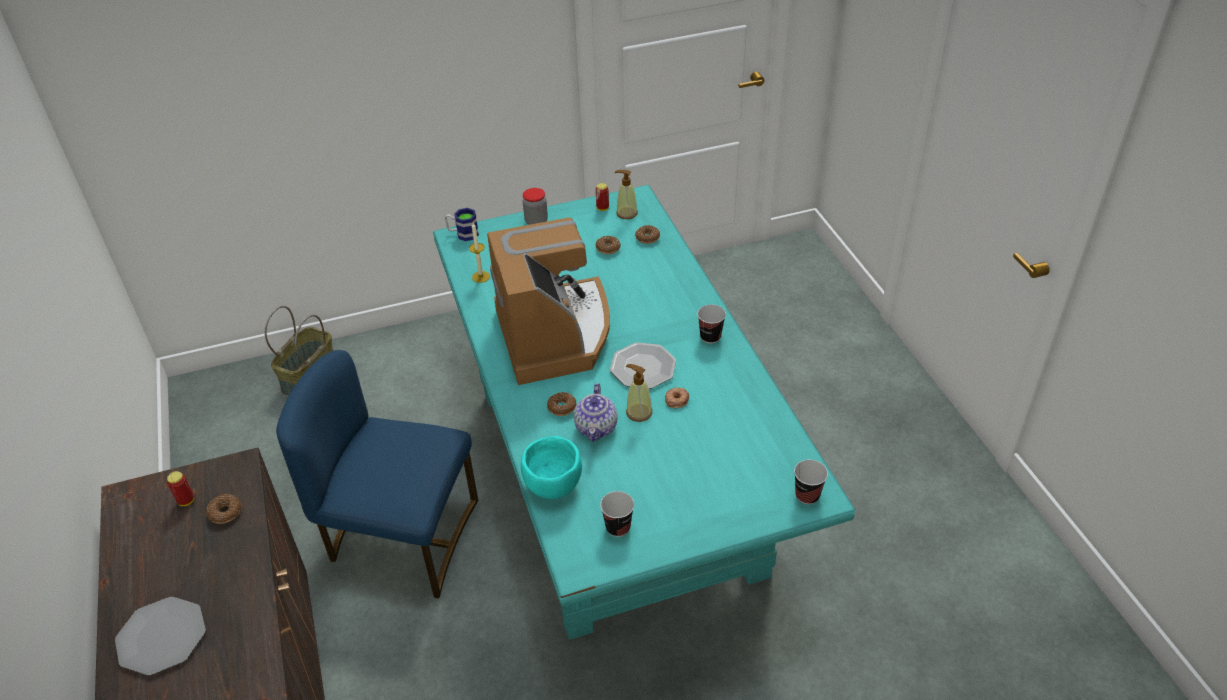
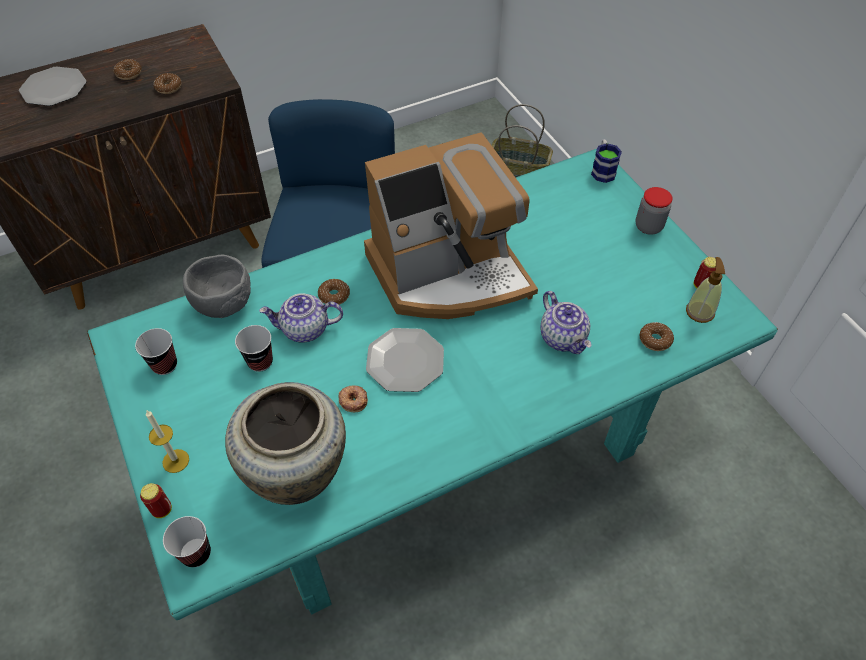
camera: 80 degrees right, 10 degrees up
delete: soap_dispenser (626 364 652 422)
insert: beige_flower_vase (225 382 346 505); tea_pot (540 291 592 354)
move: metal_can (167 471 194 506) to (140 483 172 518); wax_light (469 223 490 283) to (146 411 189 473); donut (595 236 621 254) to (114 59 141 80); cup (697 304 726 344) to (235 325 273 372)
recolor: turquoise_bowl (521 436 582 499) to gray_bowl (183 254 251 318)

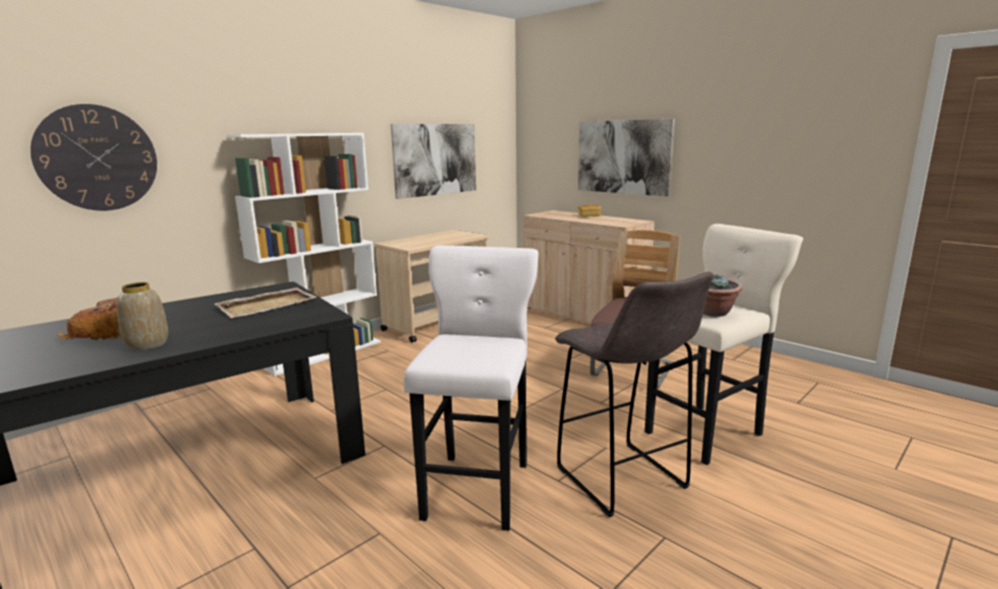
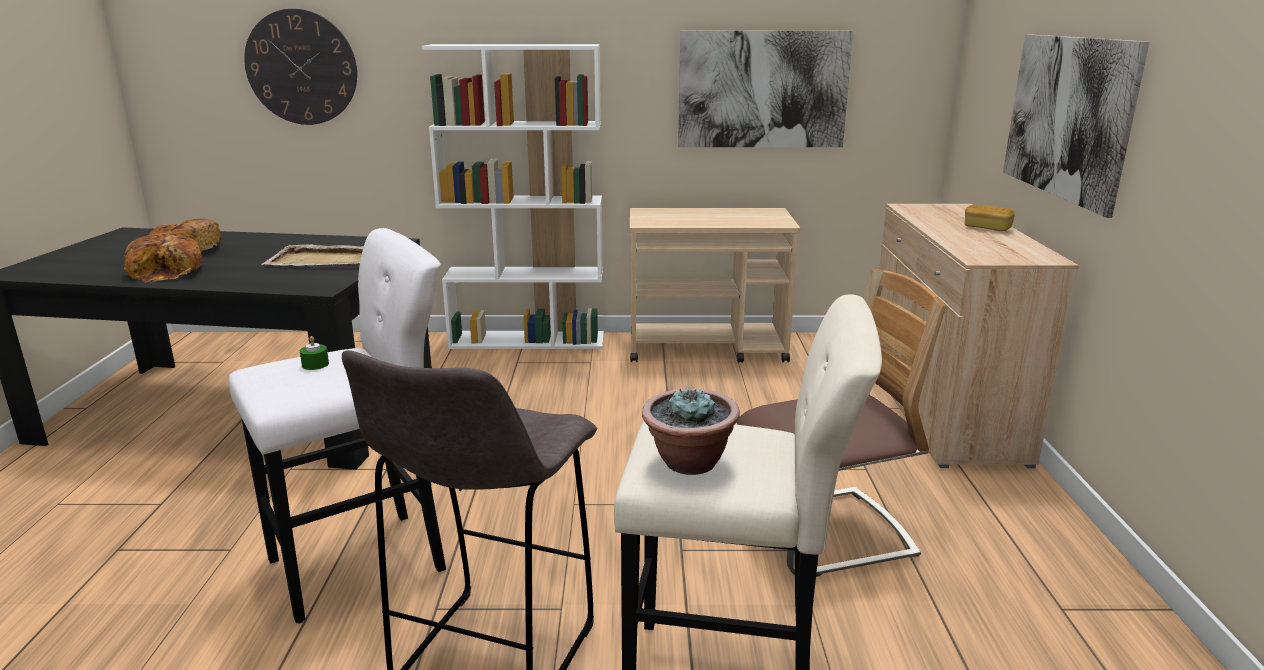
camera: 45 degrees right, 5 degrees up
insert: greenish_wax_light (300 336 329 370)
replace: flower_vase (117 282 168 351) to bakery_bread (124 233 203 283)

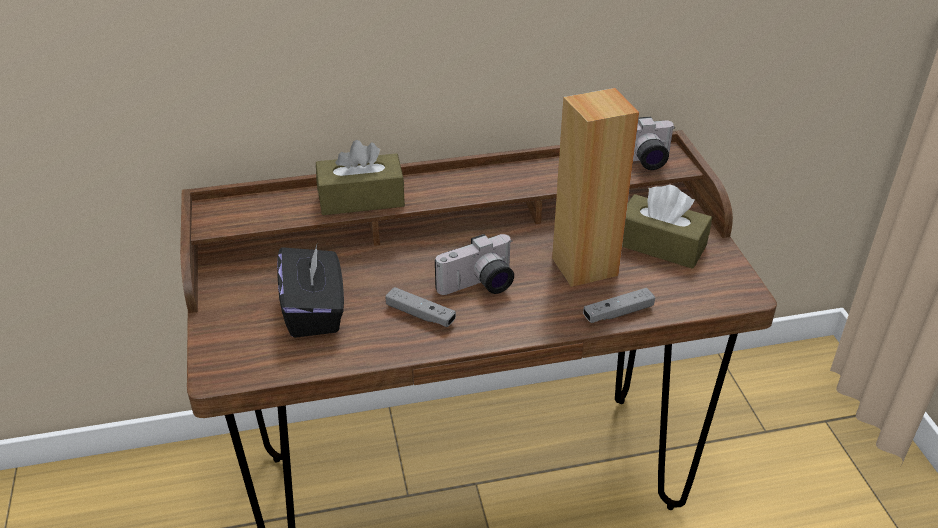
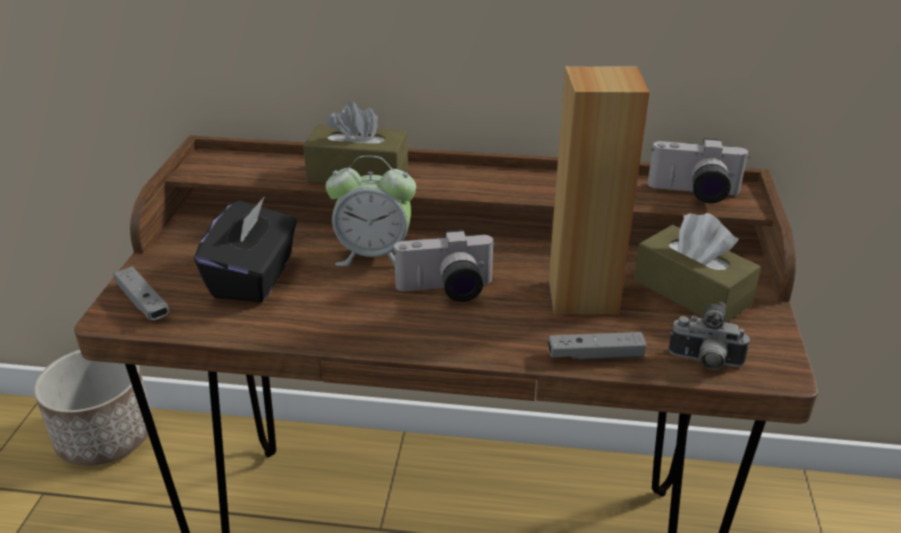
camera: 20 degrees right, 5 degrees down
insert: flower_pot (34 350 153 466); table_clock (326 156 416 267); photo_camera (669 302 750 370)
move: gray_gamepad (386 287 456 327) to (114 267 170 321)

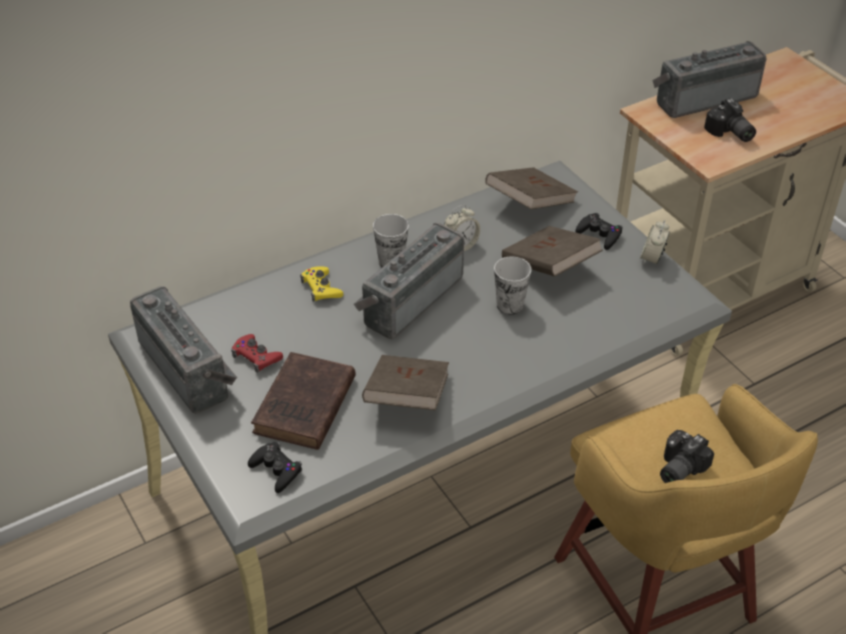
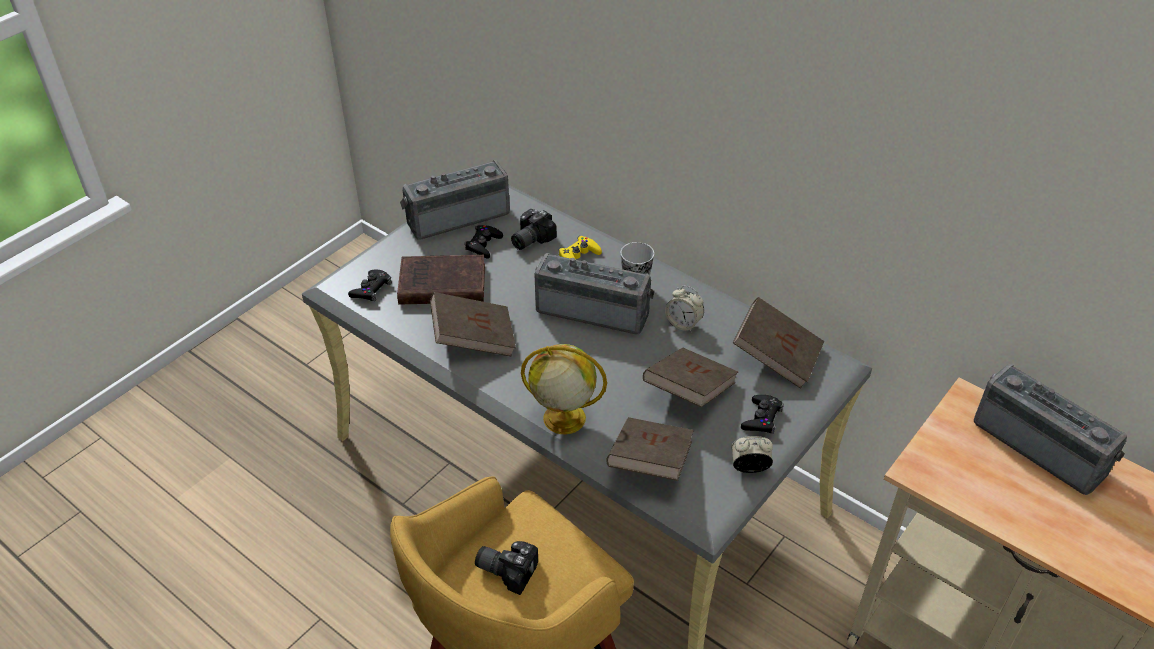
camera: 70 degrees right, 0 degrees up
delete: cup (494 256 531 315)
insert: globe (521 344 607 434); brown-coloured_bound_book (606 417 694 481)
move: photo_camera (704 98 756 142) to (511 209 557 250)
recolor: red-coloured_gamepad (231 334 283 373) to black-coloured_gamepad (464 225 503 259)
rotate: radio_set (130 286 237 414) = (400 160 510 240) 150 degrees counterclockwise

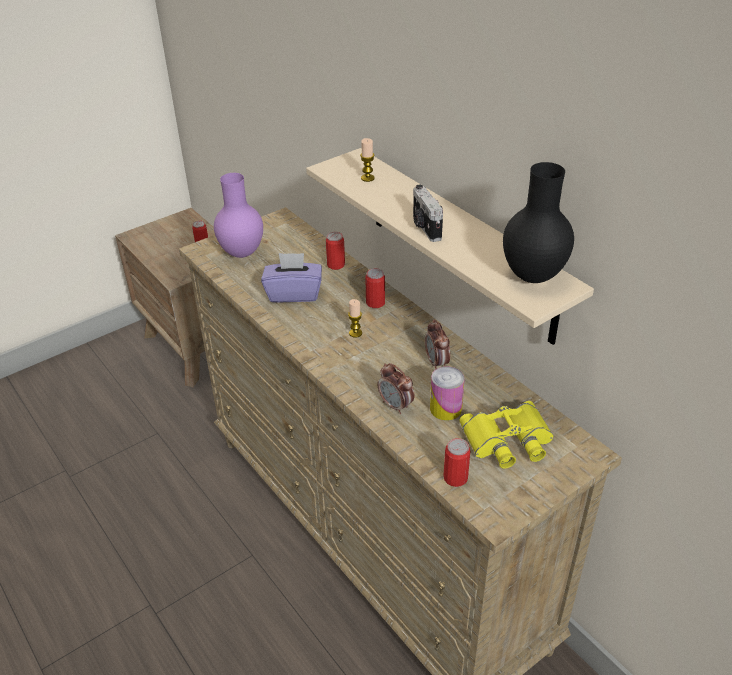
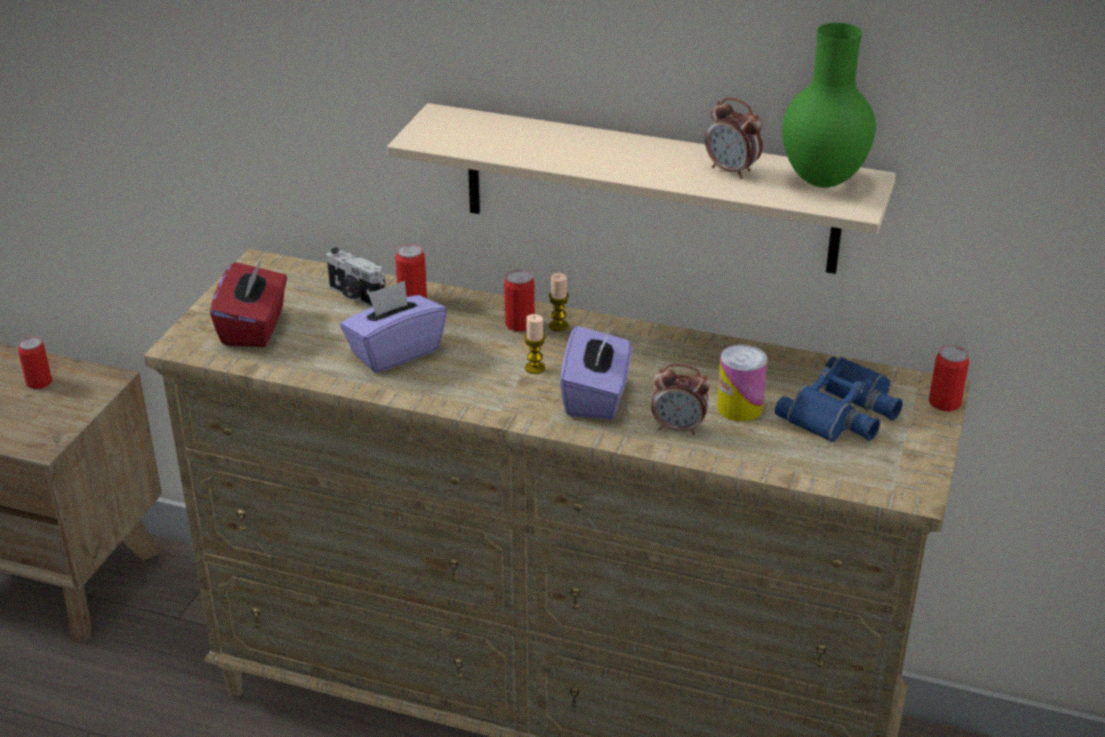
camera: 35 degrees left, 5 degrees down
insert: purple_tissue_box (560 325 632 420)
move: wax_light (360 138 375 182) to (549 273 569 332); photo_camera (413 185 443 242) to (326 247 385 308); table_clock (425 319 450 370) to (705 97 763 179); metal_can (443 438 470 487) to (929 345 969 412)
replace: purple_flower_vase (214 173 263 258) to red-coloured_tissue_box (210 259 287 347)
recolor: yellow-coloured_field_glasses (459 401 553 469) to blue-coloured_field_glasses (775 357 903 442); black-coloured_flower_vase (503 162 574 283) to greenish_flower_vase (782 23 876 187)

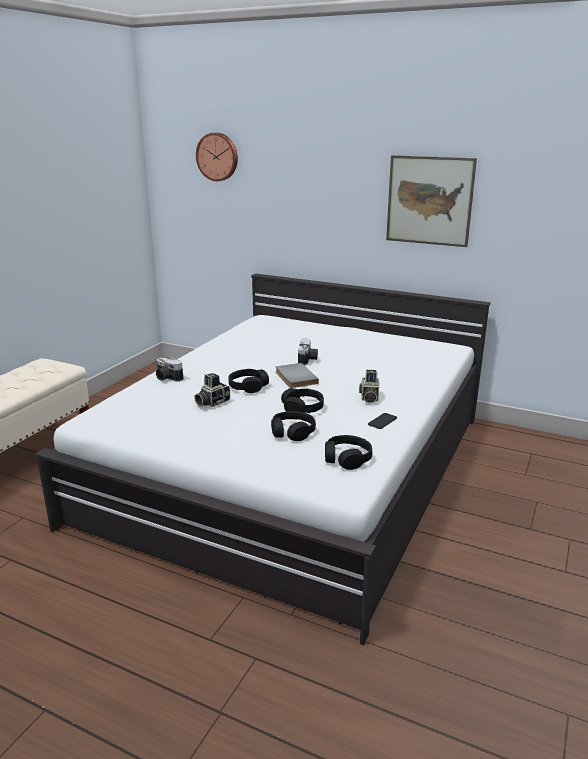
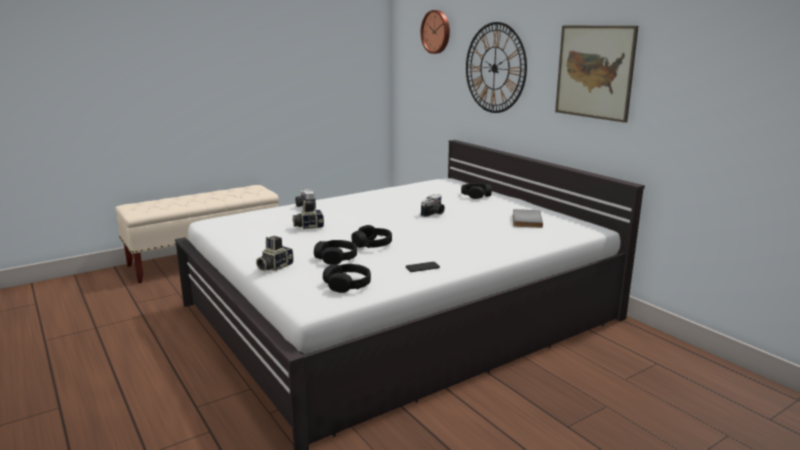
camera: 30 degrees right, 5 degrees down
insert: hanging_clock (466 22 527 113)
move: black-coloured_headphones (228 369 269 393) to (461 183 492 199); gray_bound_book (276 363 319 388) to (513 209 543 228); photo_camera (359 370 380 403) to (256 236 293 271)

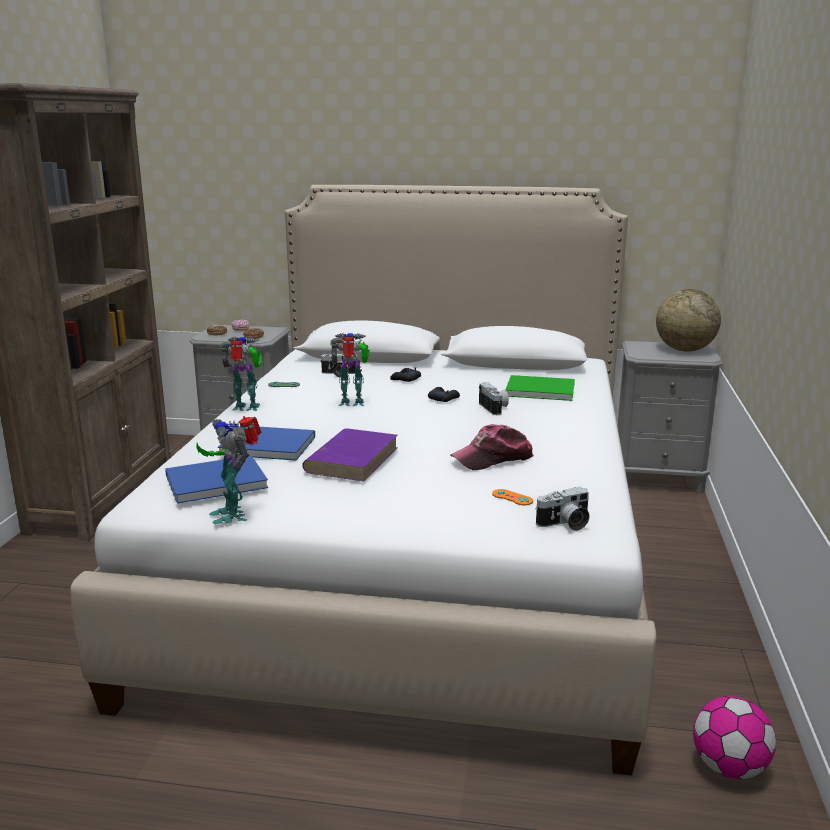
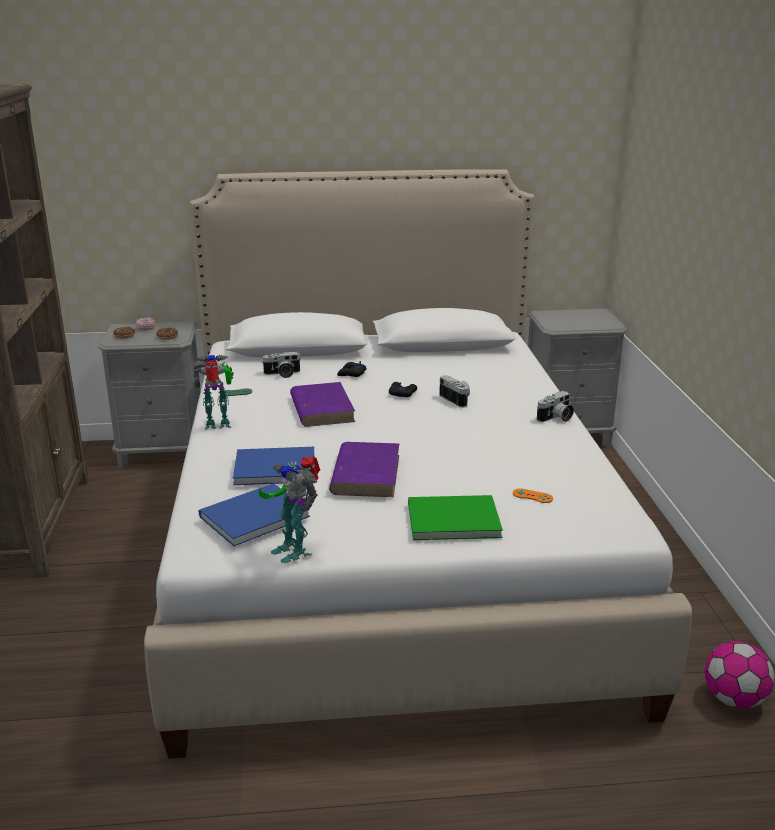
camera: 15 degrees left, 5 degrees up
delete: cap (450 424 534 470); globe (656 289 721 351)
move: greenish_bound_book (505 375 575 401) to (408 495 503 540); photo_camera (536 487 589 531) to (537 391 574 422)
replace: robot_figure (330 333 369 406) to purple_bound_book (290 382 355 427)

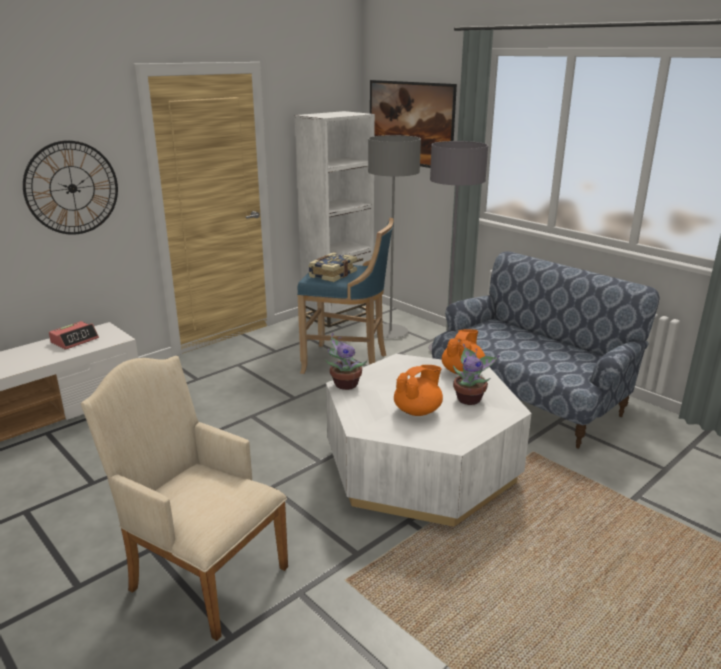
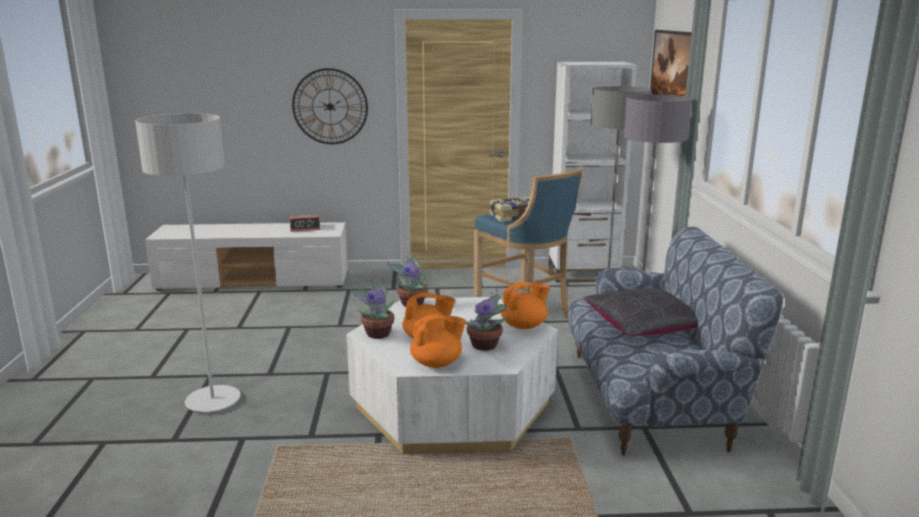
camera: 40 degrees right, 5 degrees down
insert: houseplant (350 278 394 339); orangey_tea_pot (410 315 466 368); black-coloured_pillow (584 287 698 336)
replace: beige_easy_chair (81 356 288 641) to gray_standing_lamp (135 114 240 412)

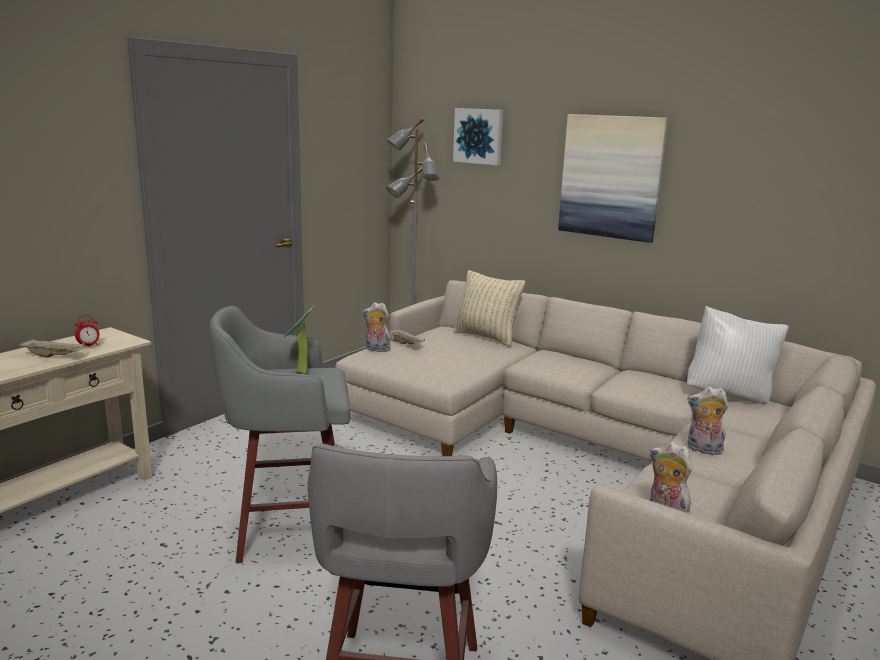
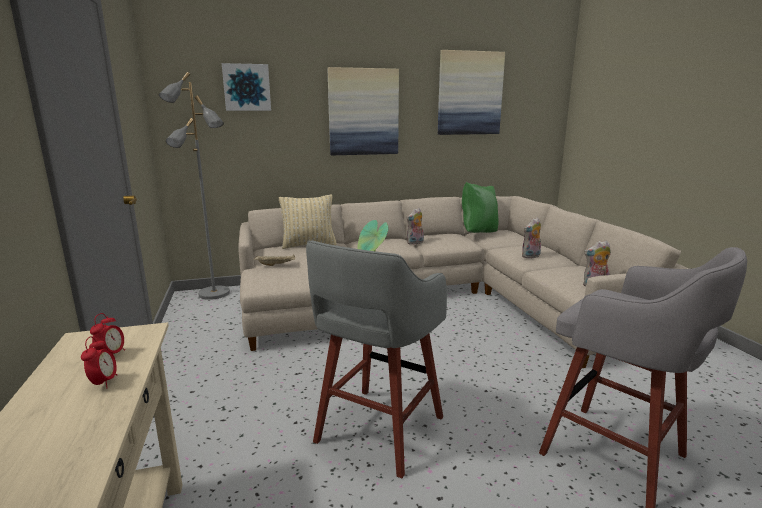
camera: 50 degrees left, 0 degrees up
insert: wall_art (438 50 505 135)
move: soft_toy (362 302 391 352) to (407 208 424 245)
replace: beige_carrying_tray (19 339 85 358) to table_clock (81 336 117 389)
recolor: white-coloured_pillow (687 306 789 404) to greenish_pillow (462 182 499 233)

